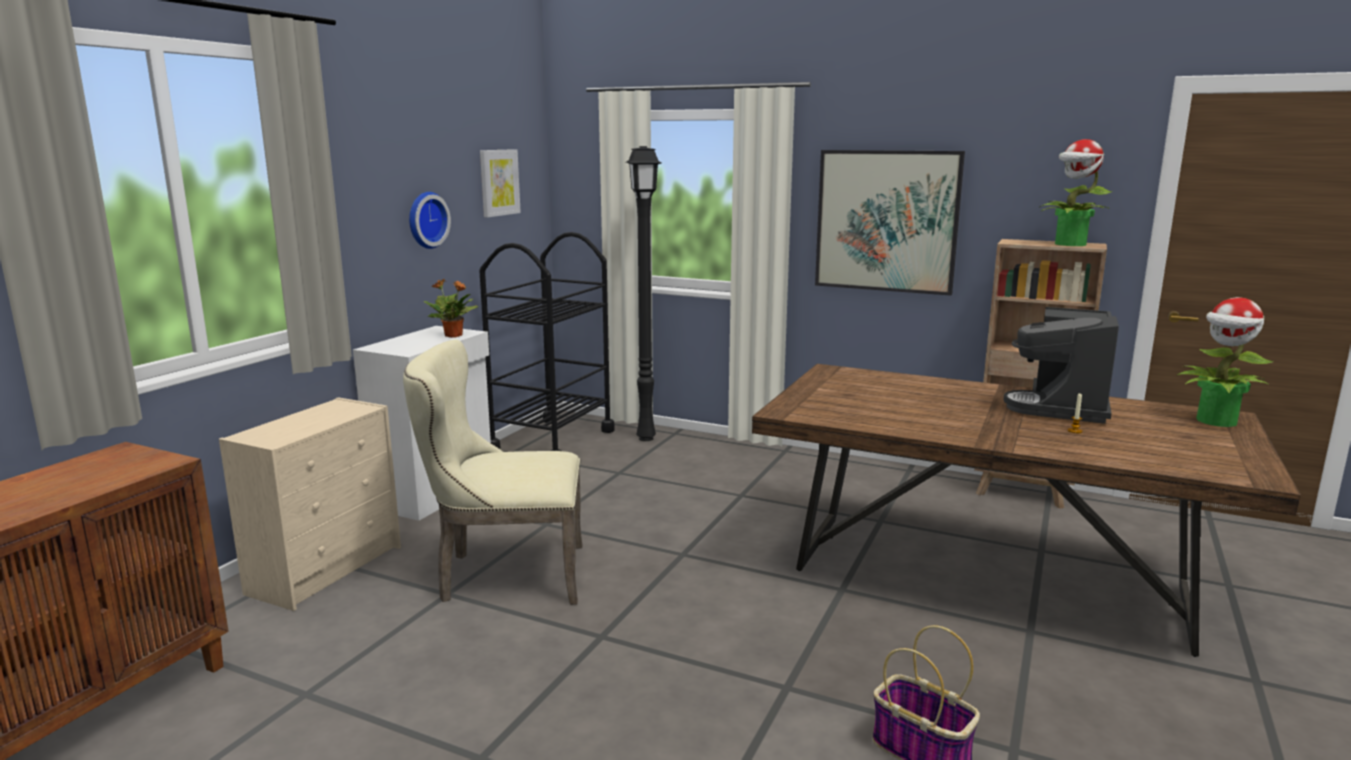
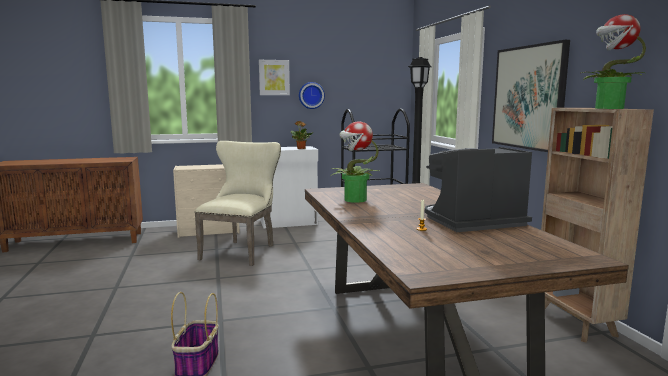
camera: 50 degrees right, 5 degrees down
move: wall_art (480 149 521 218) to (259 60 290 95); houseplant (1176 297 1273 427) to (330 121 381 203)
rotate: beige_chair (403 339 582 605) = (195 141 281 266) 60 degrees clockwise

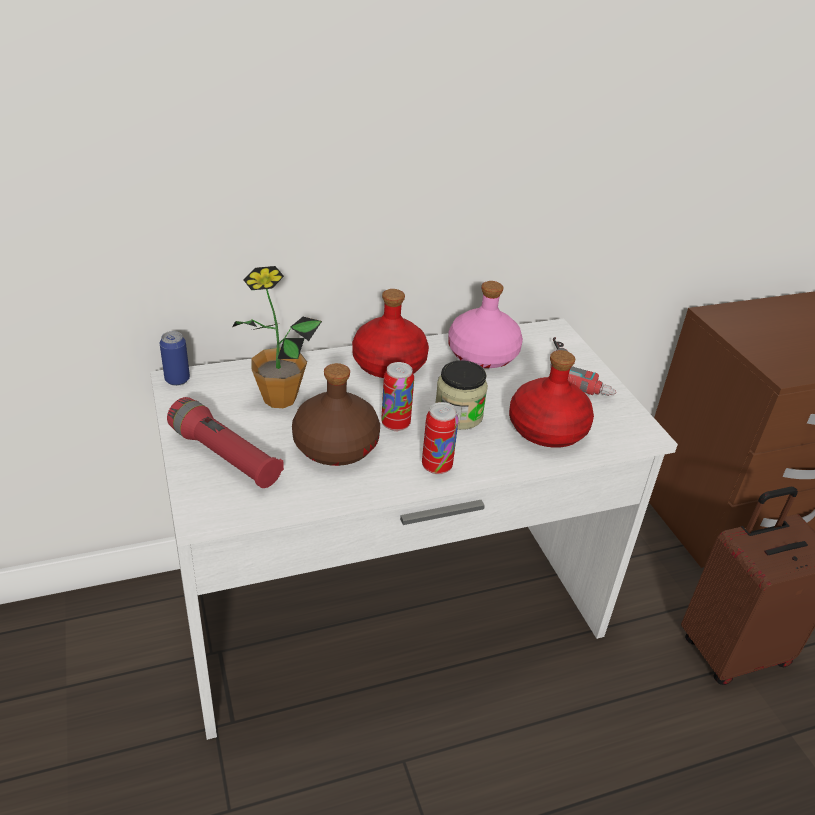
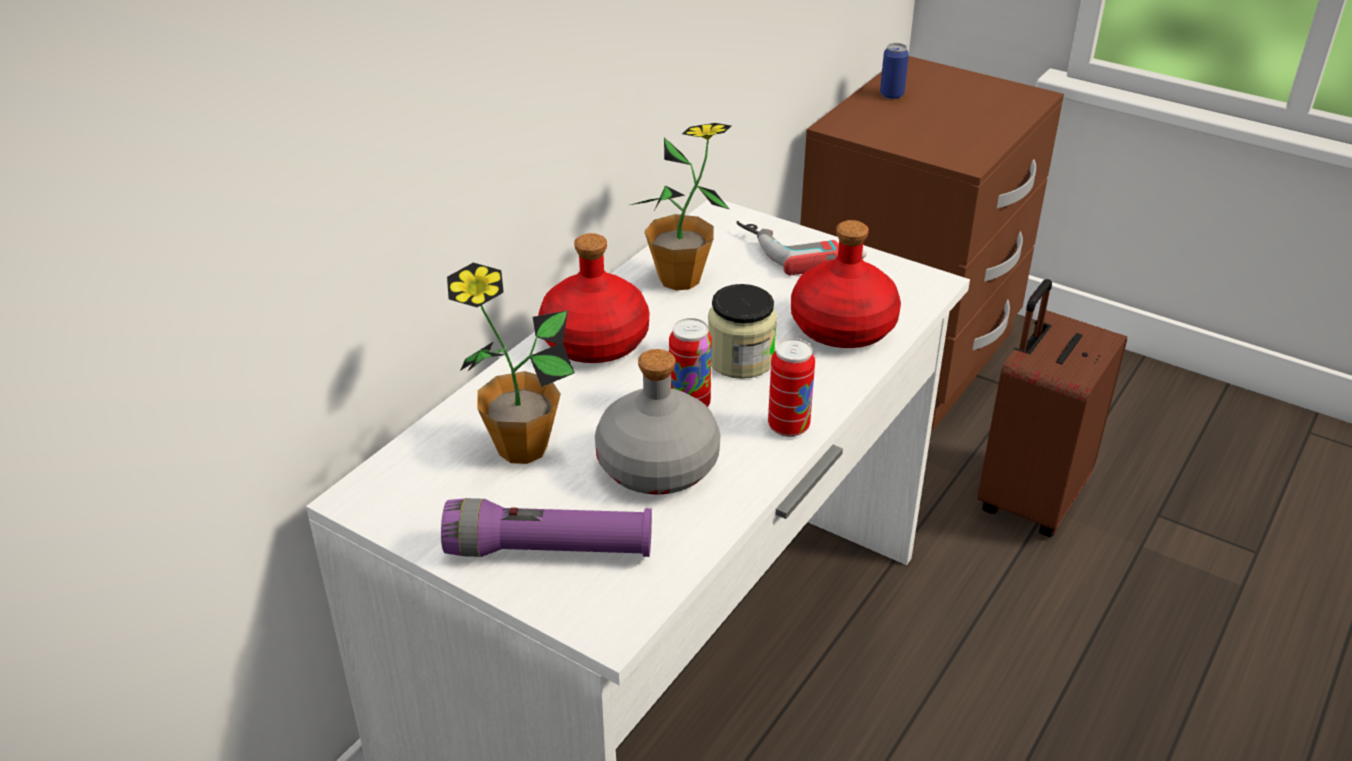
camera: 35 degrees left, 0 degrees up
move: metal_can (160 331 190 386) to (880 43 909 99)
replace: pink-coloured_drink_bottle (448 281 523 368) to houseplant (631 123 731 291)
recolor: red-coloured_hand_torch (167 397 284 488) to purple_hand_torch (441 498 652 557); brown-coloured_drink_bottle (292 363 380 466) to gray_drink_bottle (595 349 721 495)

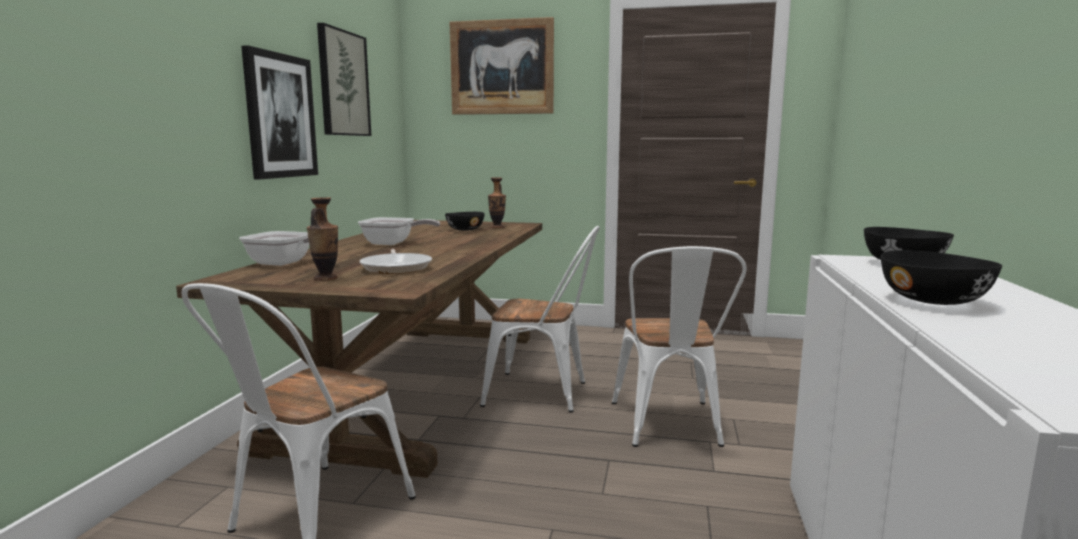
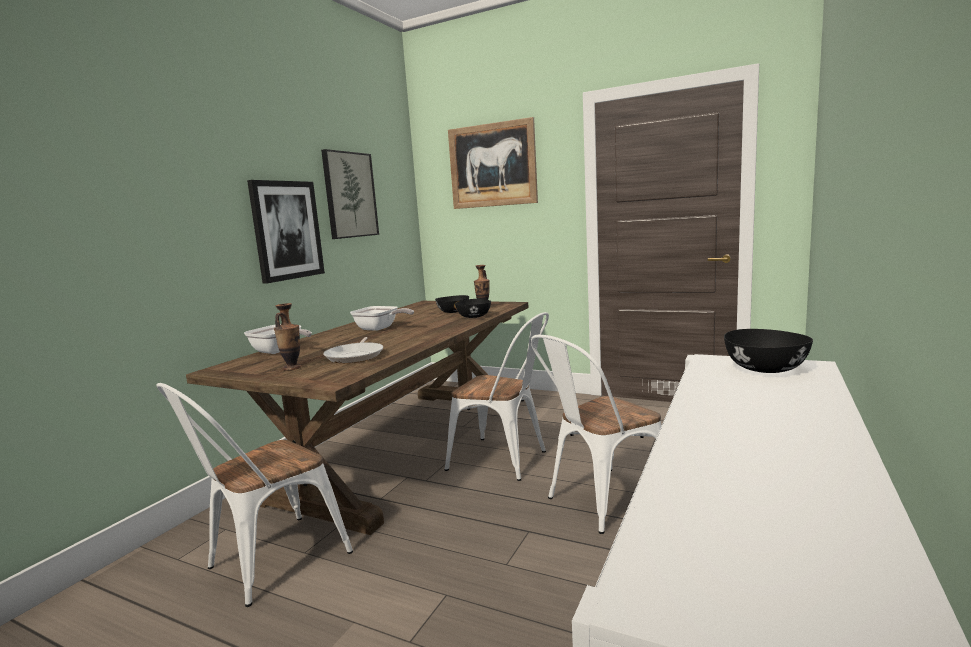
camera: 15 degrees right, 0 degrees up
move: black-coloured_bowl (881 250 1002 305) to (455 299 491 318)
rotate: white-coloured_chair (612 246 747 447) = (531 335 662 534) 45 degrees clockwise

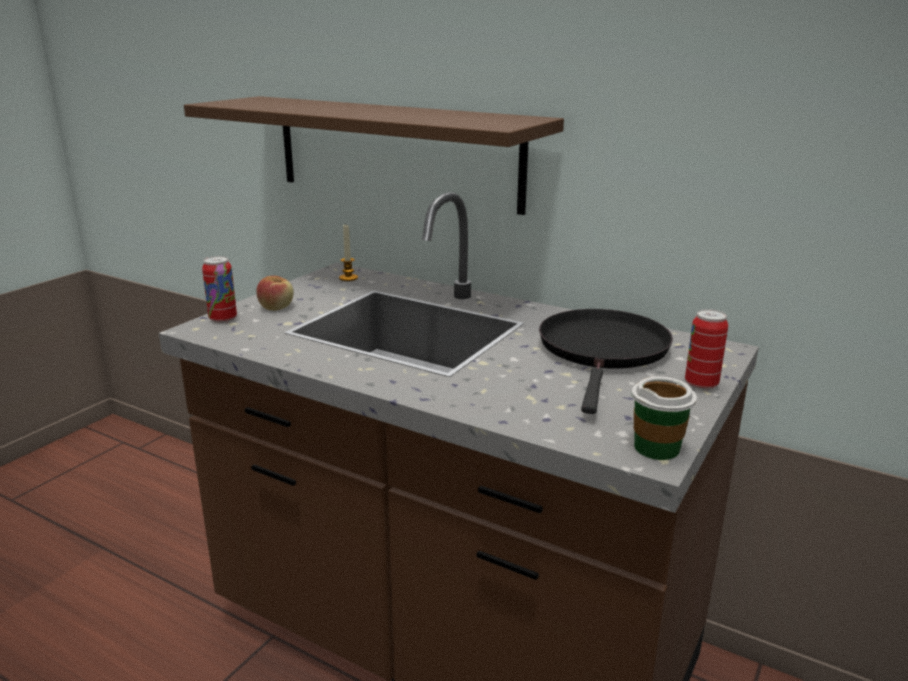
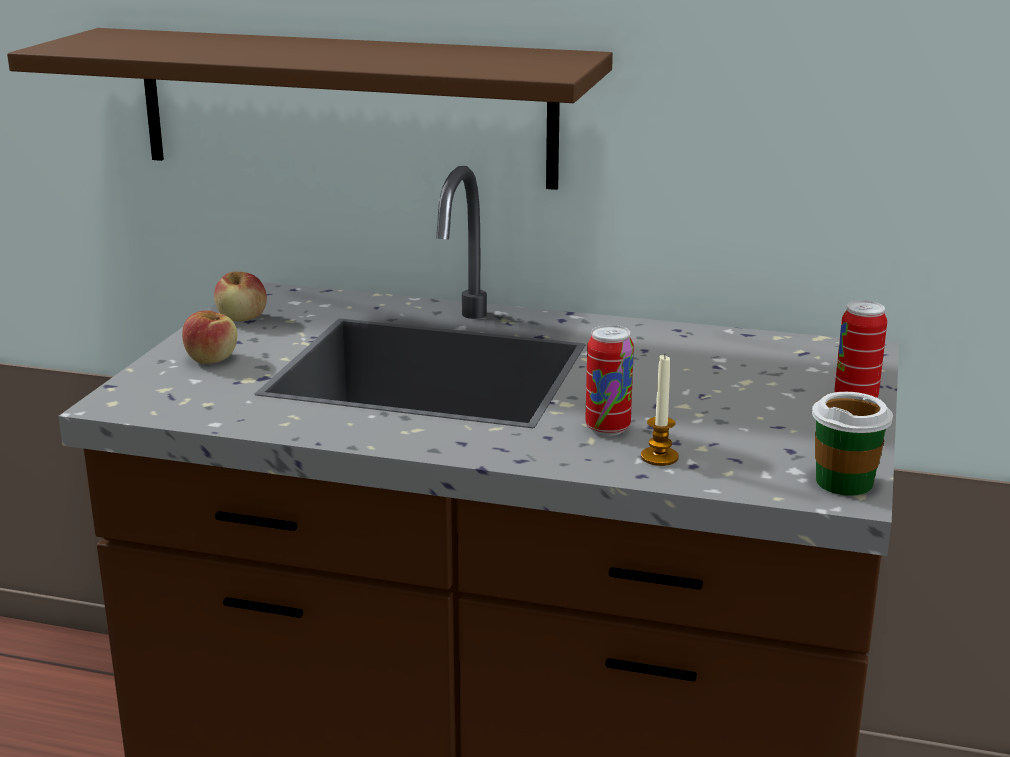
camera: 15 degrees left, 0 degrees up
delete: black-coloured_skillet (539 309 673 414)
insert: apple (214 272 267 321)
move: metal_can (202 256 237 323) to (585 325 634 436); wax_light (339 225 358 281) to (641 355 679 466)

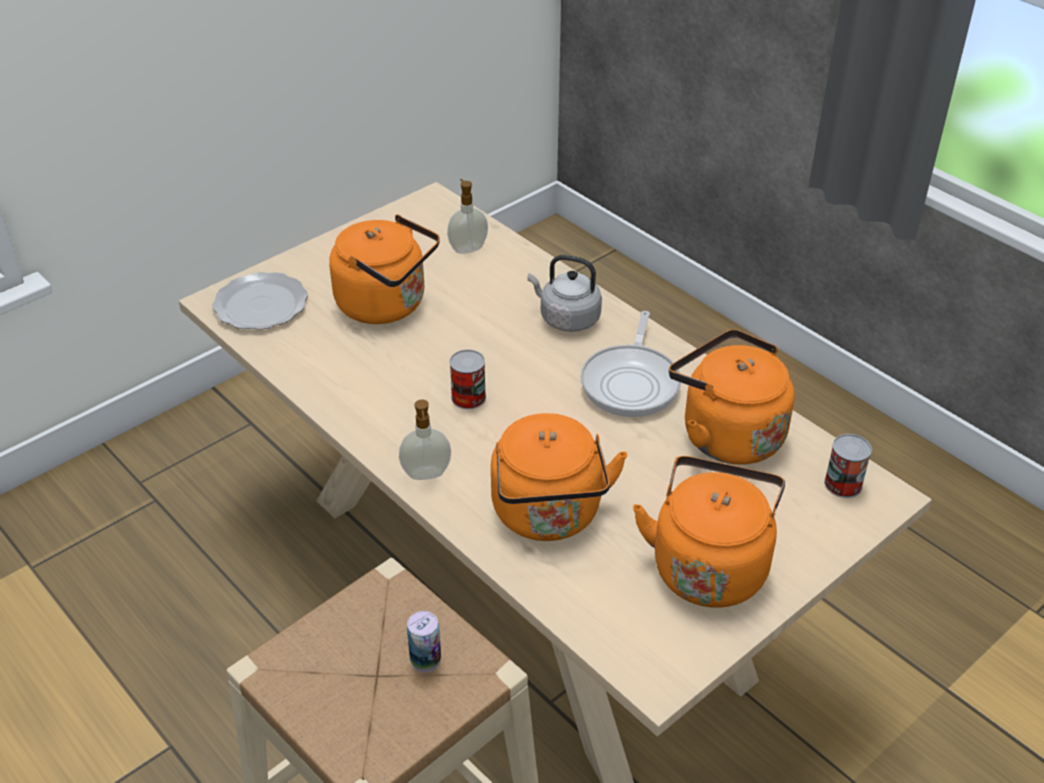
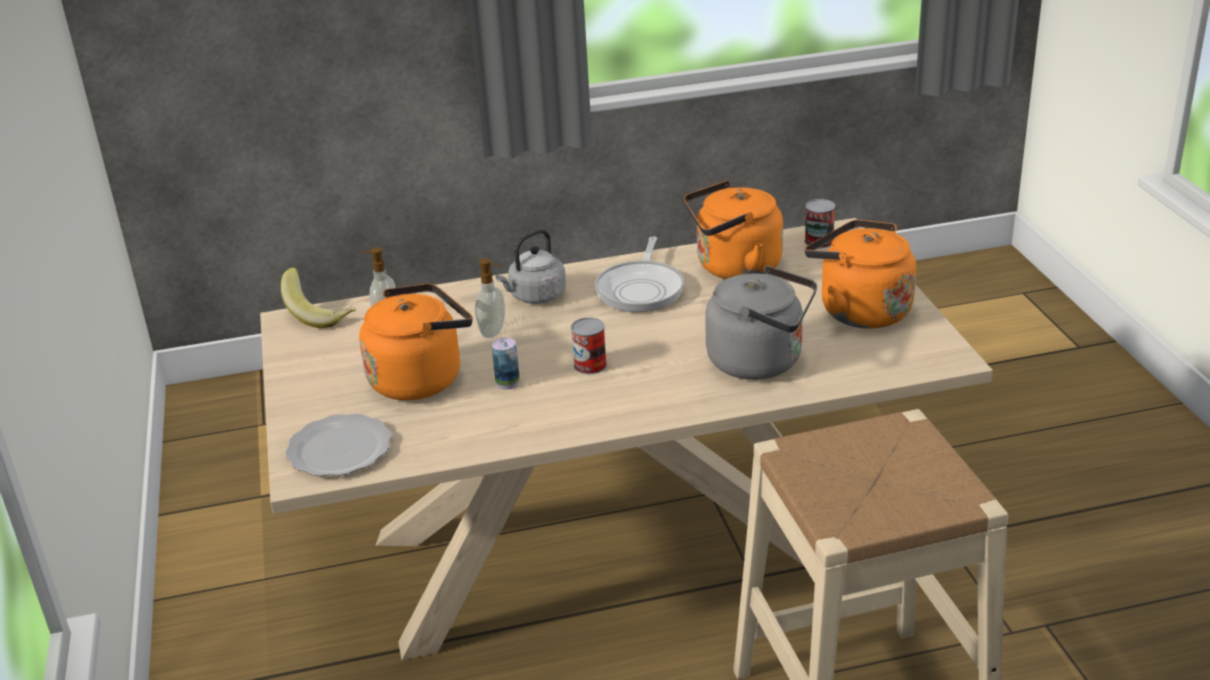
camera: 60 degrees left, 10 degrees down
insert: banana (281 268 356 328)
move: soap_dispenser (399 400 451 480) to (475 258 505 338); metal_can (407 611 441 673) to (492 337 520 390)
recolor: orangey_water_kettle (491 413 628 541) to gray_water_kettle (705 266 817 380)
rotate: skillet (580 311 681 417) = (595 236 684 312) 60 degrees clockwise

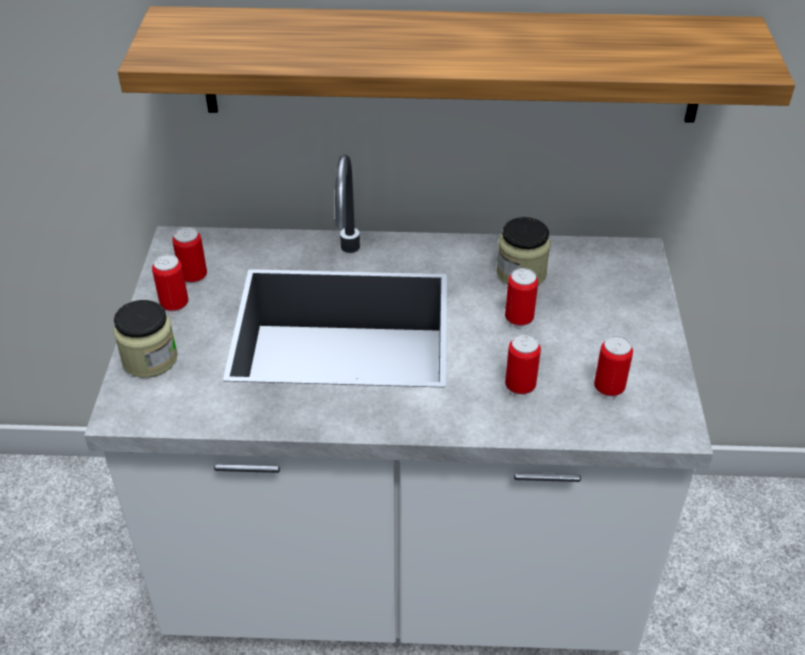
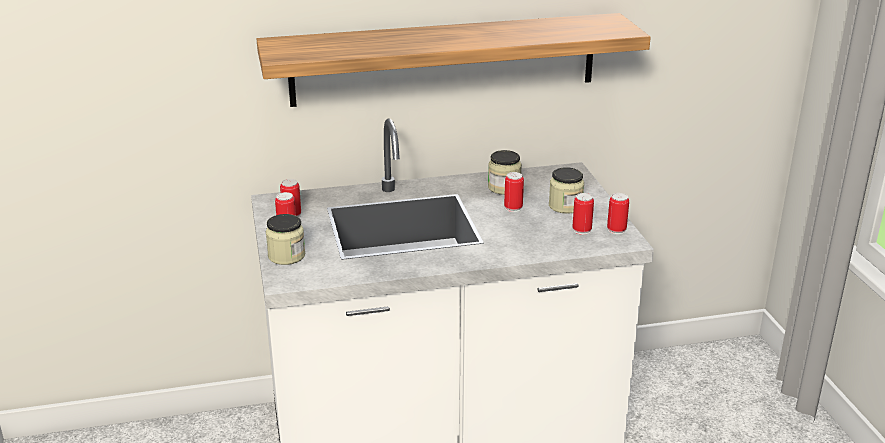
camera: 15 degrees left, 15 degrees down
insert: preserve_jar (549 167 584 214)
move: metal_can (505 334 541 397) to (607 193 629 235)

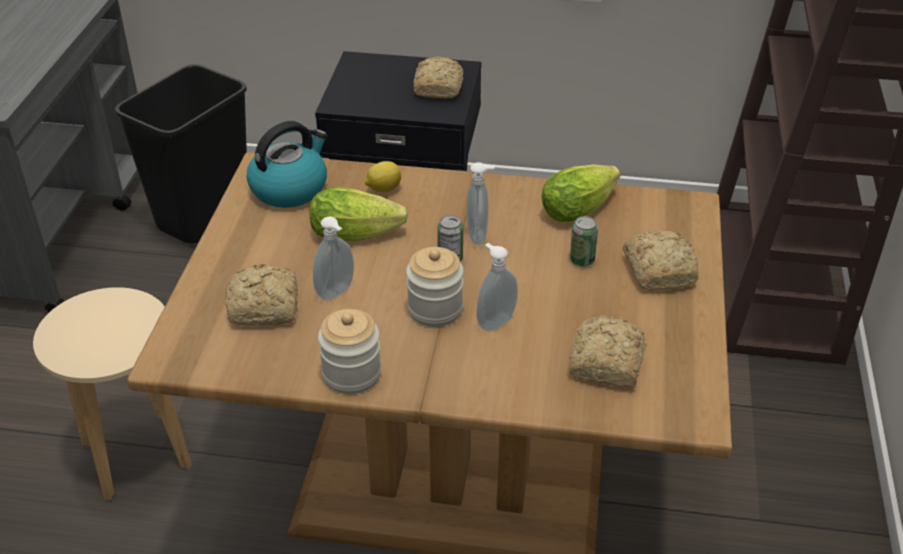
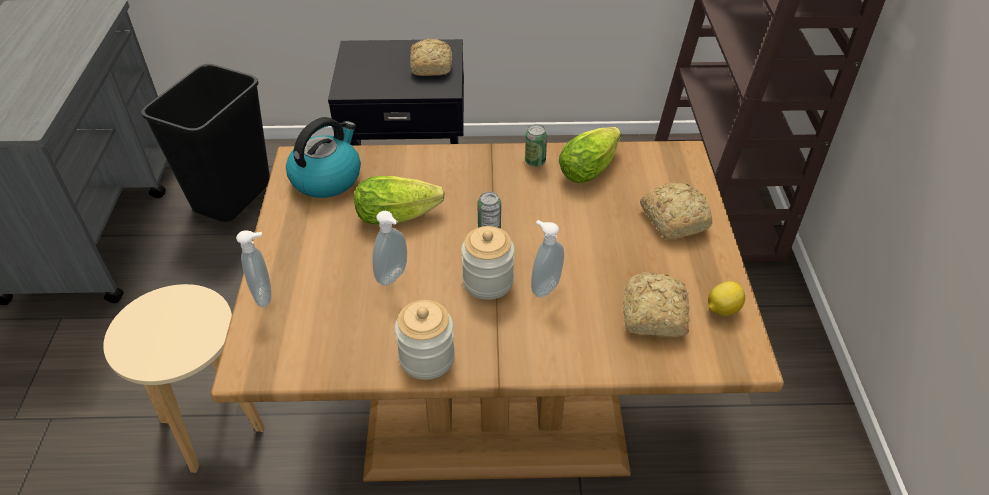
camera: 10 degrees left, 5 degrees up
delete: bakery_bread (225 264 298 326)
move: lemon (365 161 401 192) to (708 281 745 316); soap_dispenser (467 162 495 245) to (236 230 271 307); metal_can (570 216 598 267) to (525 124 547 167)

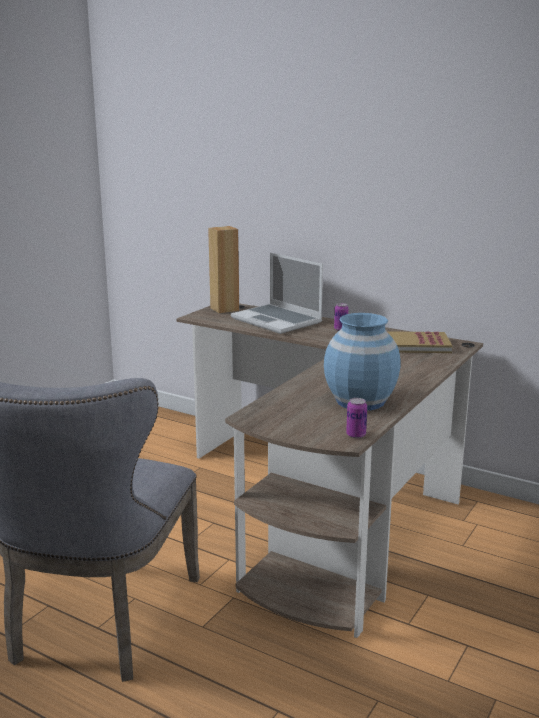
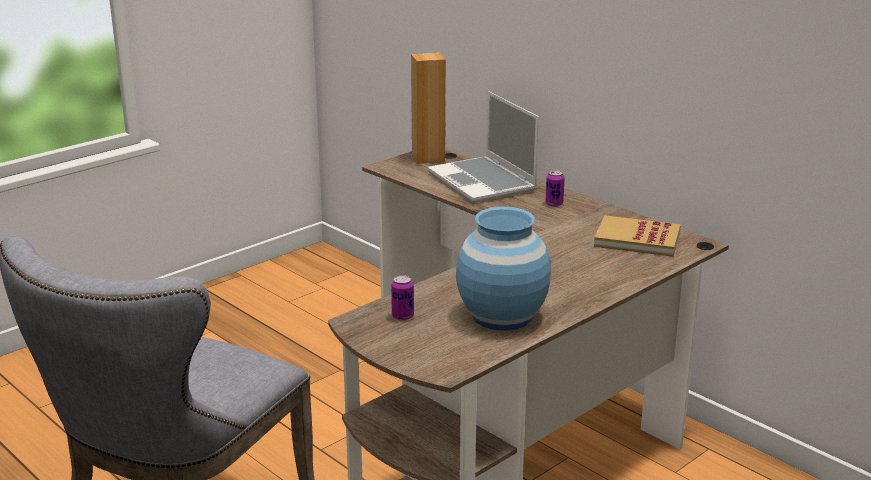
camera: 15 degrees right, 5 degrees up
move: metal_can (346 398 367 438) to (391 275 414 321)

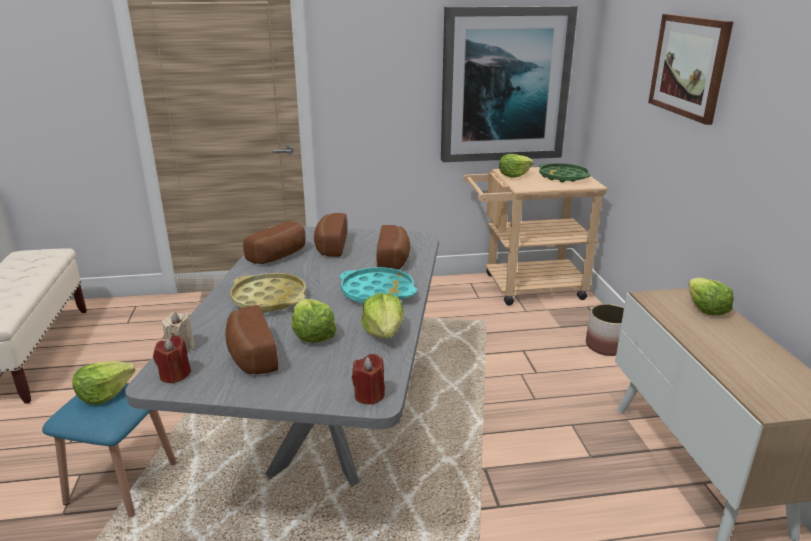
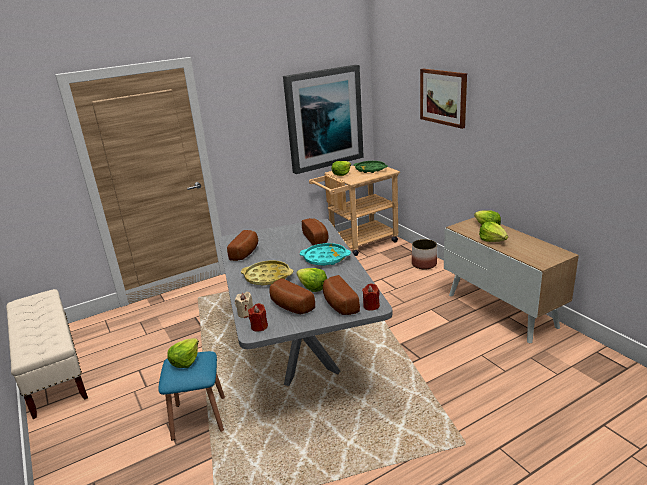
camera: 20 degrees left, 0 degrees up
move: bakery_bread (314 213 347 257) to (323 275 360 315); lettuce (361 293 404 338) to (479 221 508 242)

